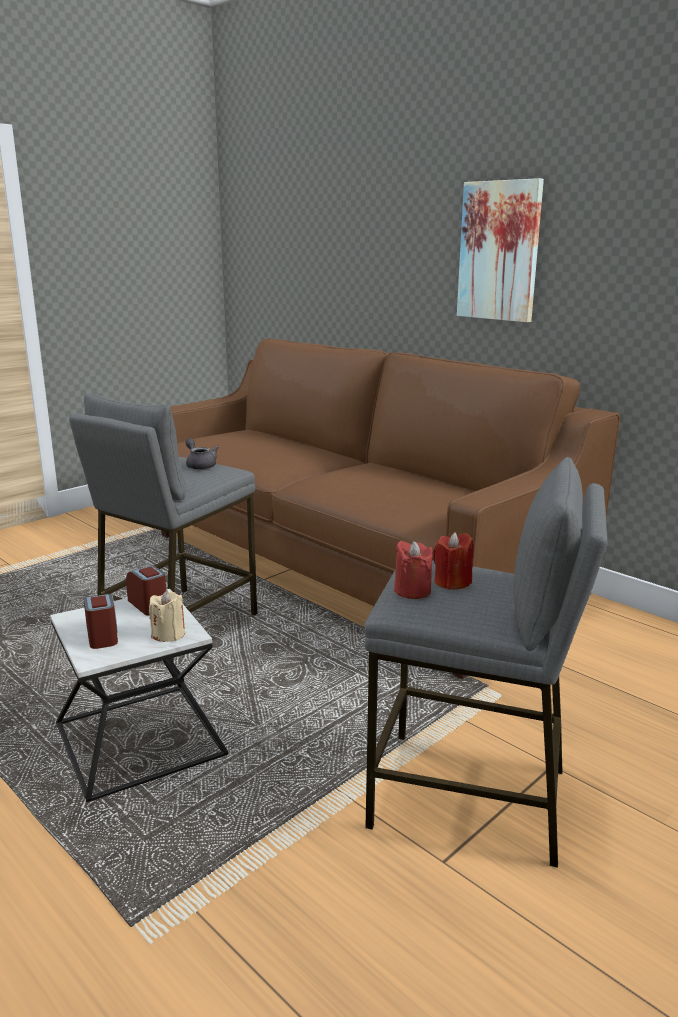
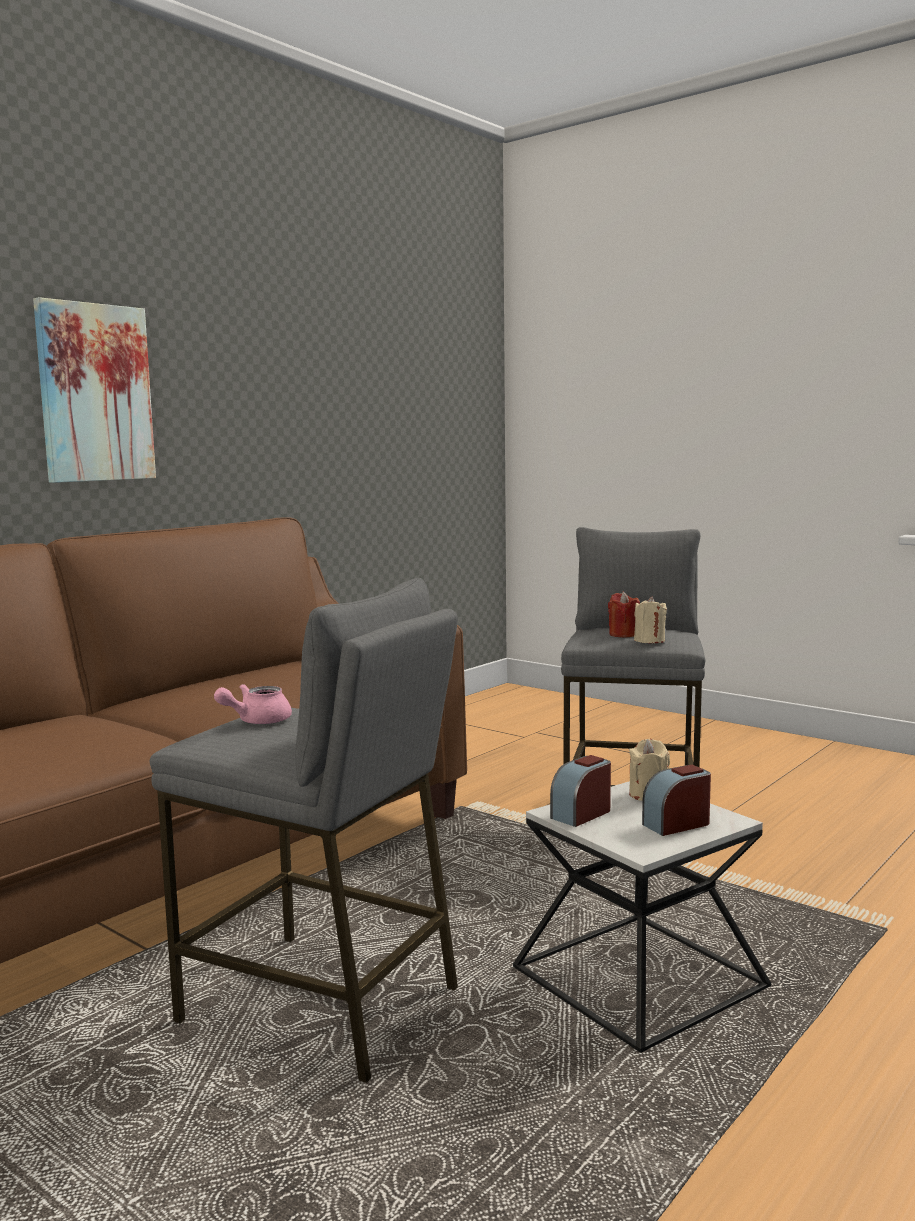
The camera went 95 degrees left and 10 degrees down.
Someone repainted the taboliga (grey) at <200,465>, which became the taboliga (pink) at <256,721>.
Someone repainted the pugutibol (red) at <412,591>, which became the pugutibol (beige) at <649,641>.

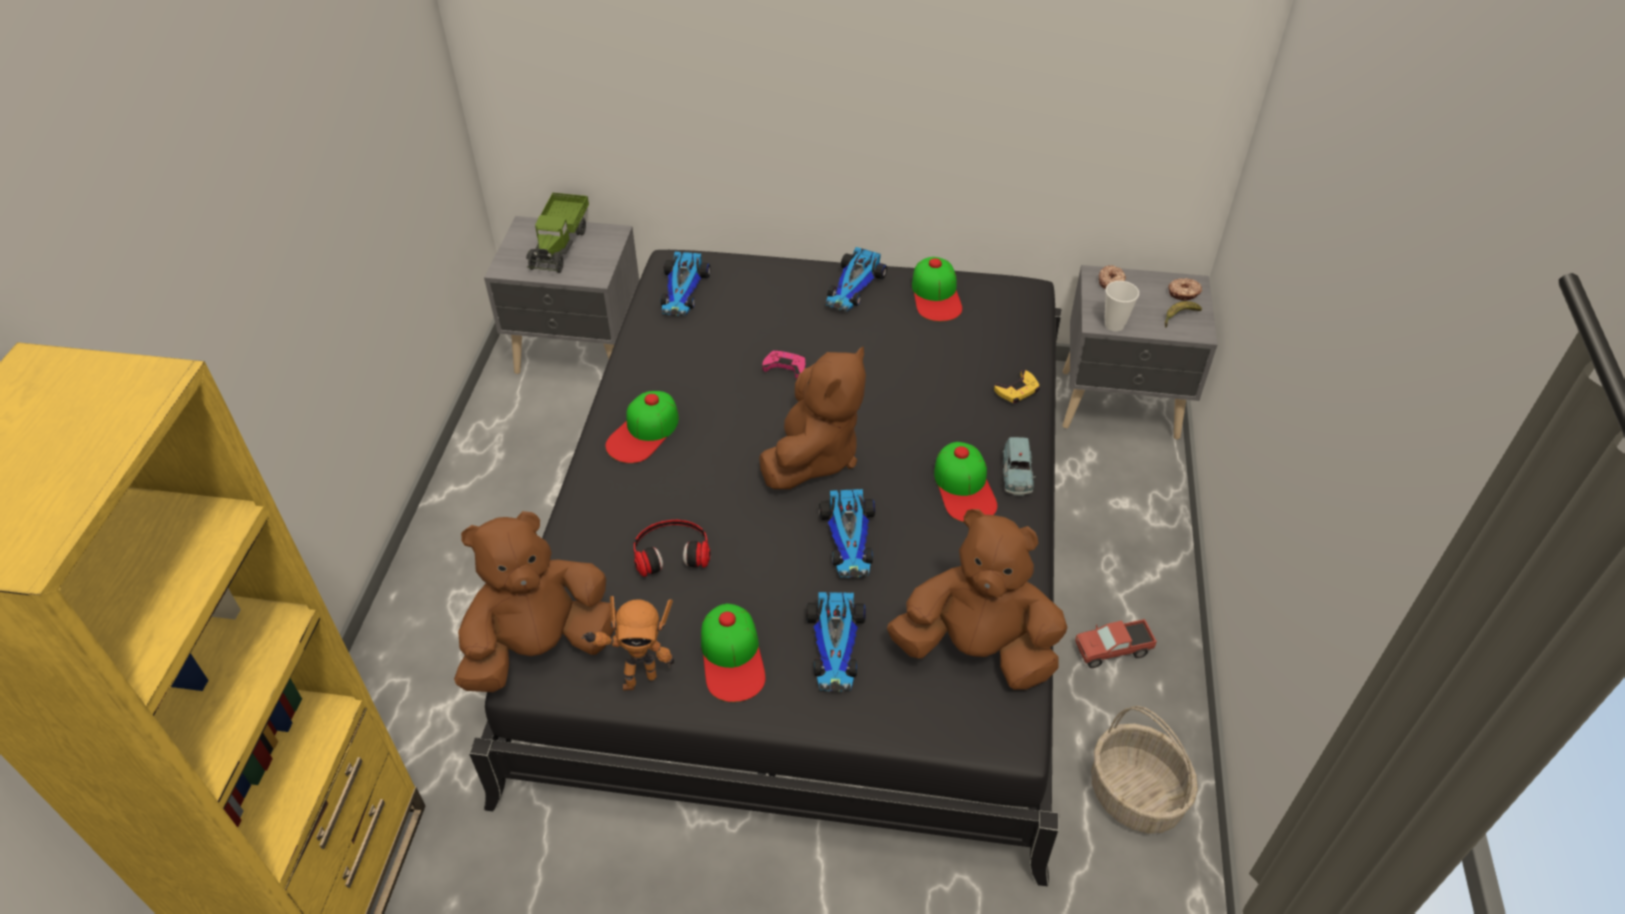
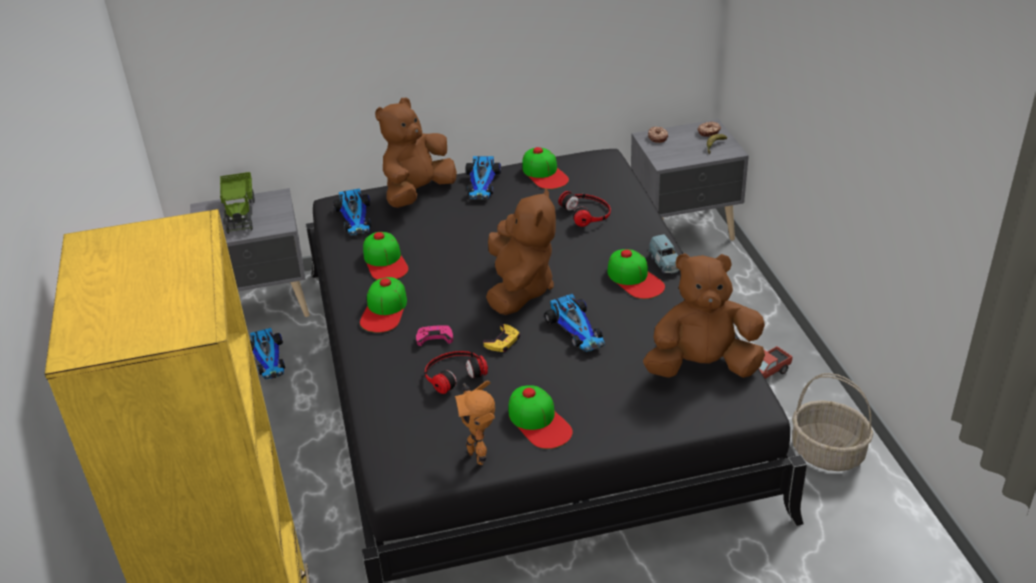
The camera went 20 degrees left and 10 degrees down.
Someone took away the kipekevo at <1114,325>.
Someone carried the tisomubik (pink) from <785,366> to <434,337>.
Someone carried the tisomubik (yellow) from <1017,390> to <503,341>.
Someone carried the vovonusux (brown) from <540,648> to <417,193>.
Someone carried the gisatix from <836,646> to <269,359>.
Someone rotated the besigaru at <637,678> by 105 degrees clockwise.
Someone put down the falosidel at <587,212>.
Someone put down the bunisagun at <385,261>.

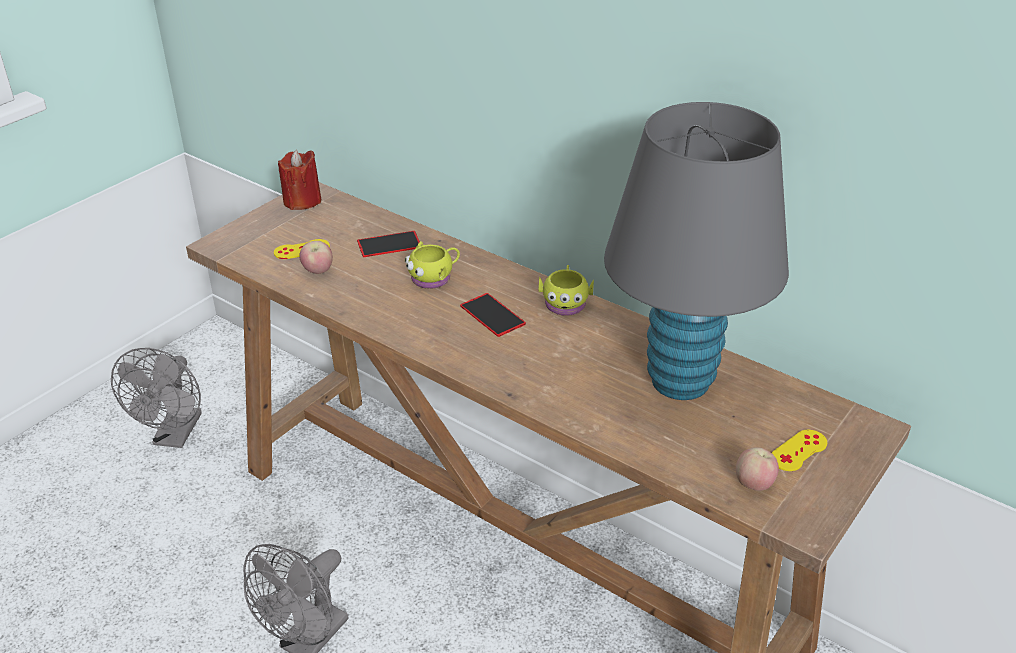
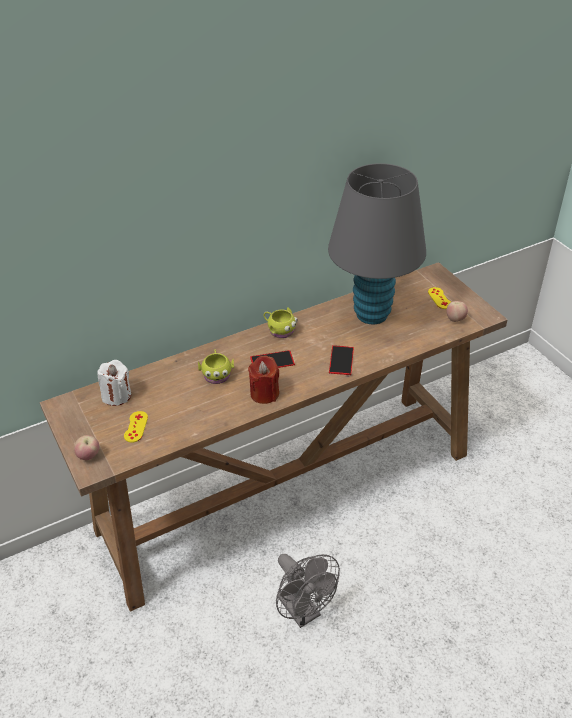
The camera went 65 degrees left and 5 degrees up.
Someone carried the pugutibol (red) from <302,201> to <264,393>.
Someone carried the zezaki from <389,244> to <341,360>.
Someone carried the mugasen from <318,271> to <88,456>.
Someone took away the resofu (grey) at <175,436>.
Someone put down the pugutibol (white) at <116,396>.

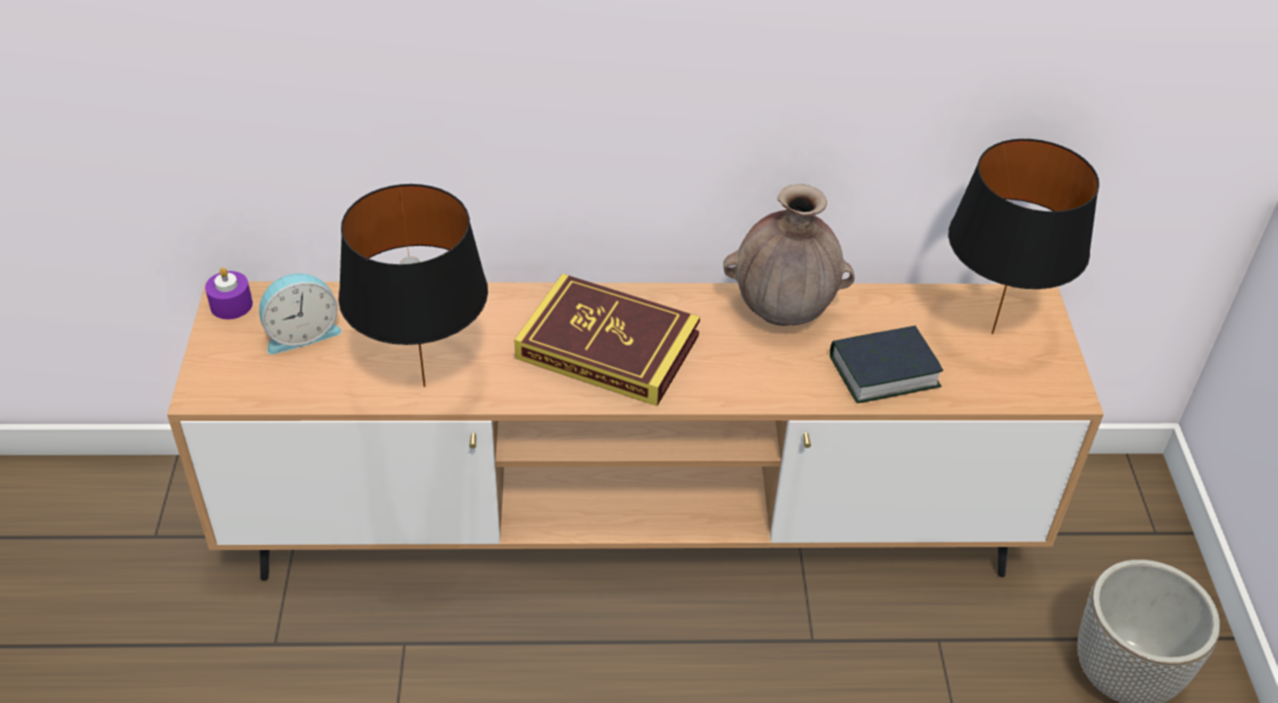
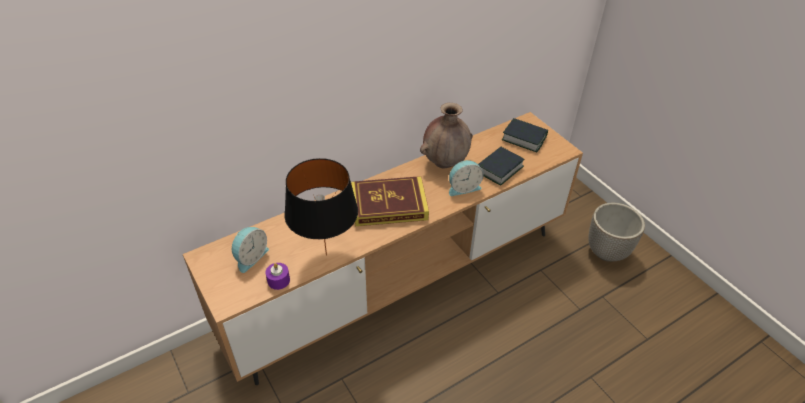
The camera went 30 degrees left and 0 degrees up.
Someone swapped the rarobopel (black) at <993,332> for the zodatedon at <524,138>.
Someone carried the pugutibol (purple) from <231,305> to <278,280>.
Someone put down the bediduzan at <463,187>.

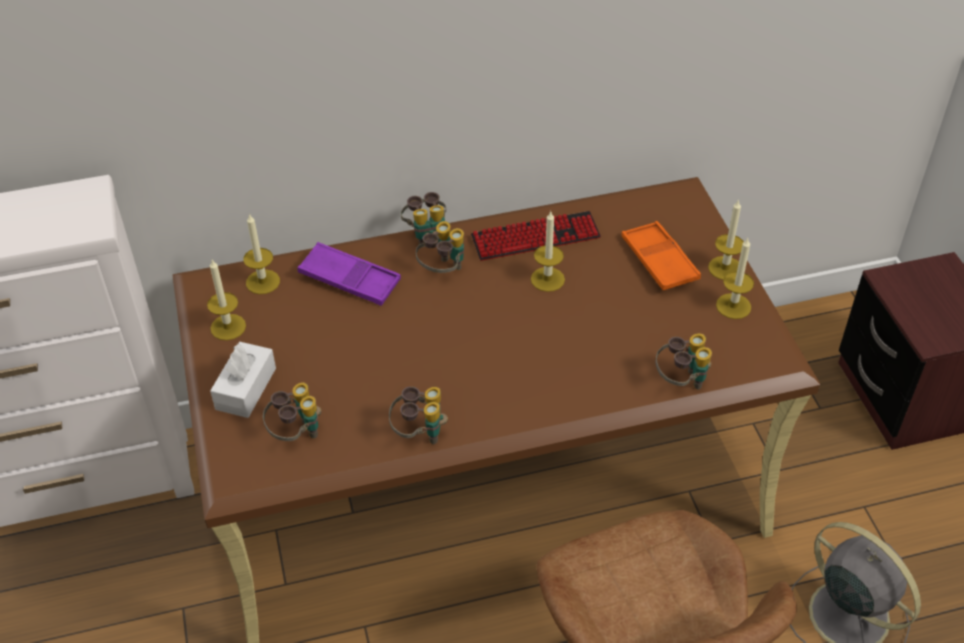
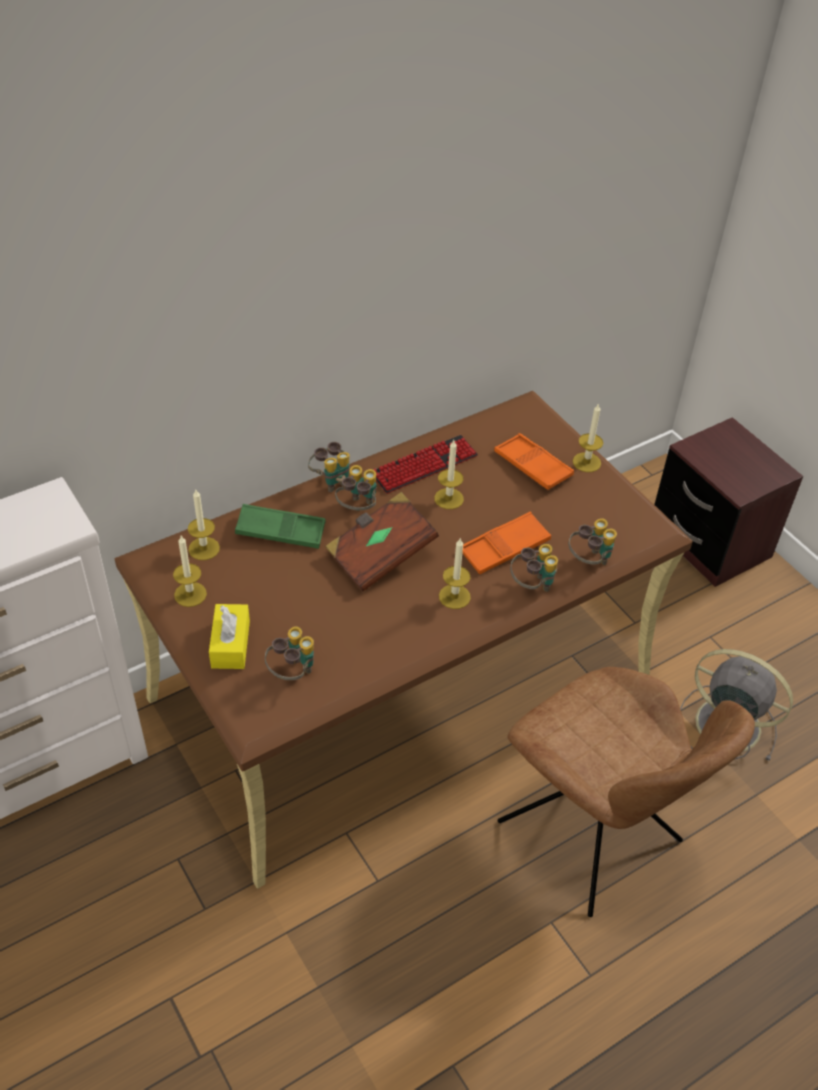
The camera went 20 degrees left and 0 degrees up.
Someone carried the pugutibol from <733,306> to <454,596>.
Someone repainted the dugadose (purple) at <350,279>, which became the dugadose (green) at <280,531>.
Someone repainted the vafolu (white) at <246,388>, which became the vafolu (yellow) at <230,644>.
Someone carried the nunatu from <419,433> to <532,585>.
Someone put down the zodatedon (brown) at <380,555>.
Someone put down the dugadose (orange) at <504,548>.

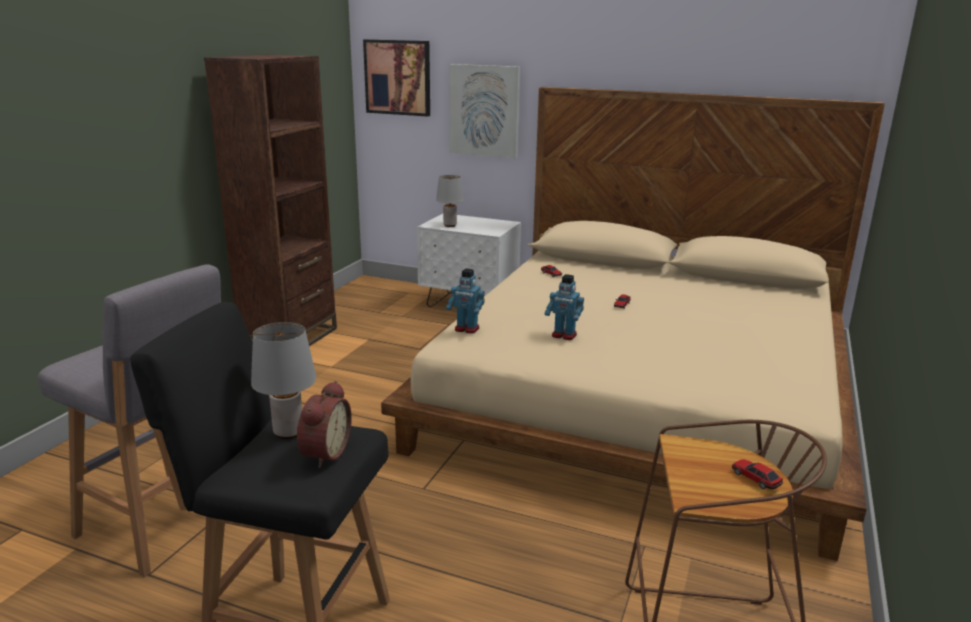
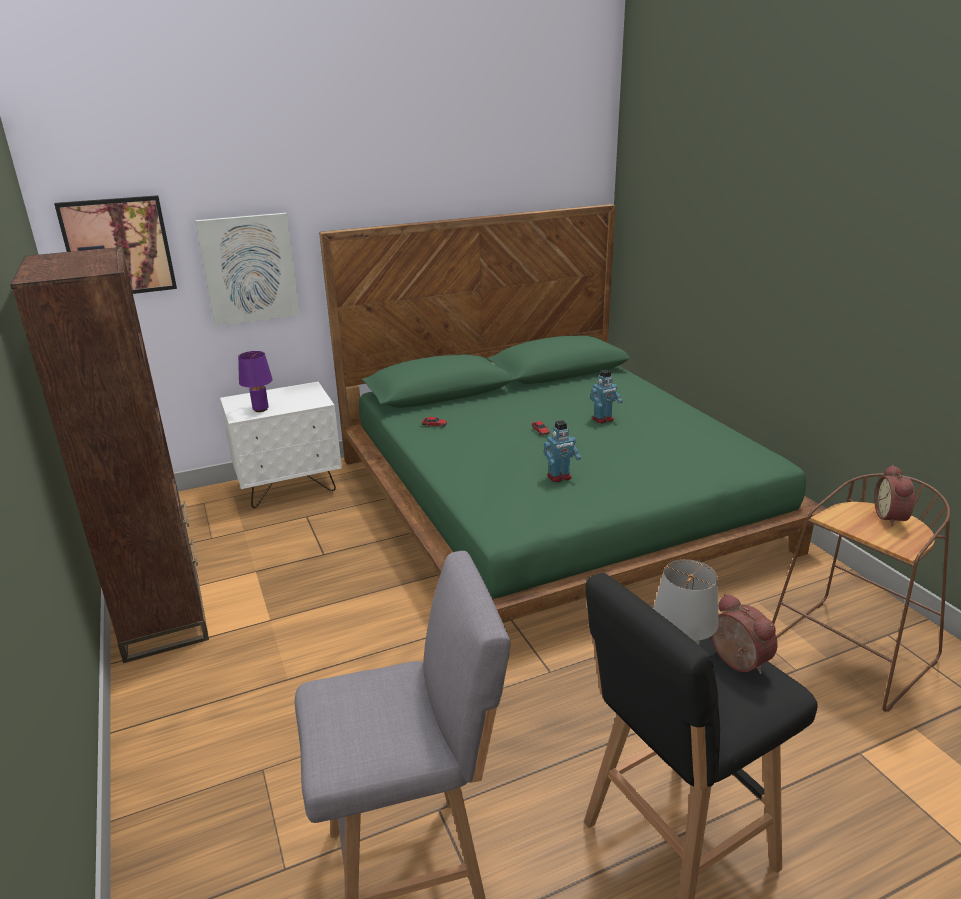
The camera went 45 degrees left and 5 degrees up.
Someone repainted the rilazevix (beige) at <641,394>, which became the rilazevix (green) at <553,502>.
Someone repainted the rarobopel (grey) at <449,225>, which became the rarobopel (purple) at <260,409>.
Someone carried the besigaru from <466,329> to <603,419>.
Someone swapped the gisatix at <755,479> for the bediduzan at <892,517>.

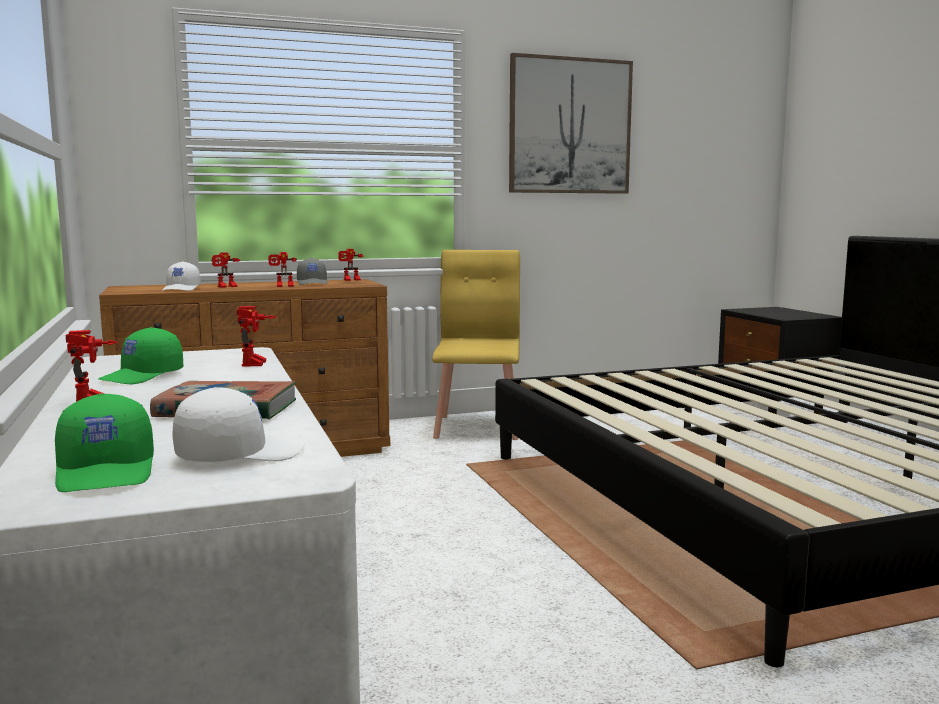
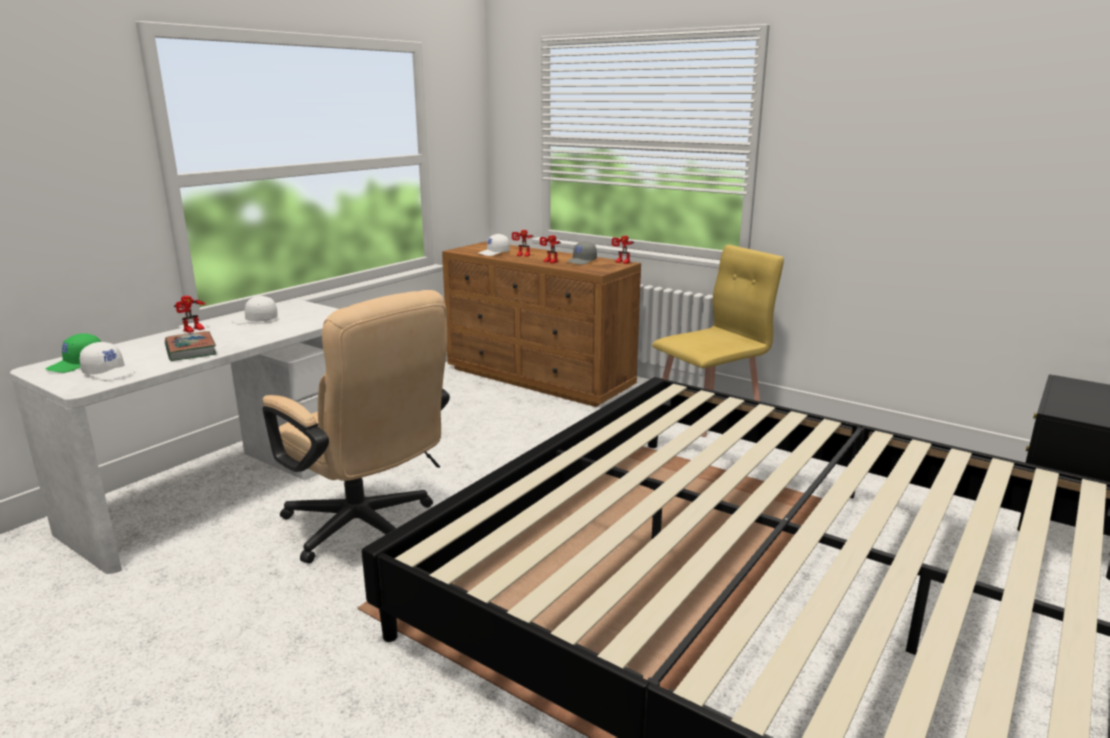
The camera went 55 degrees right and 10 degrees up.
Someone took away the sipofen at <570,126>.
Someone took away the besigaru at <258,364>.
Someone repainted the bunisagun (green) at <143,376>, which became the bunisagun (white) at <255,320>.
Someone put down the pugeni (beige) at <367,530>.

